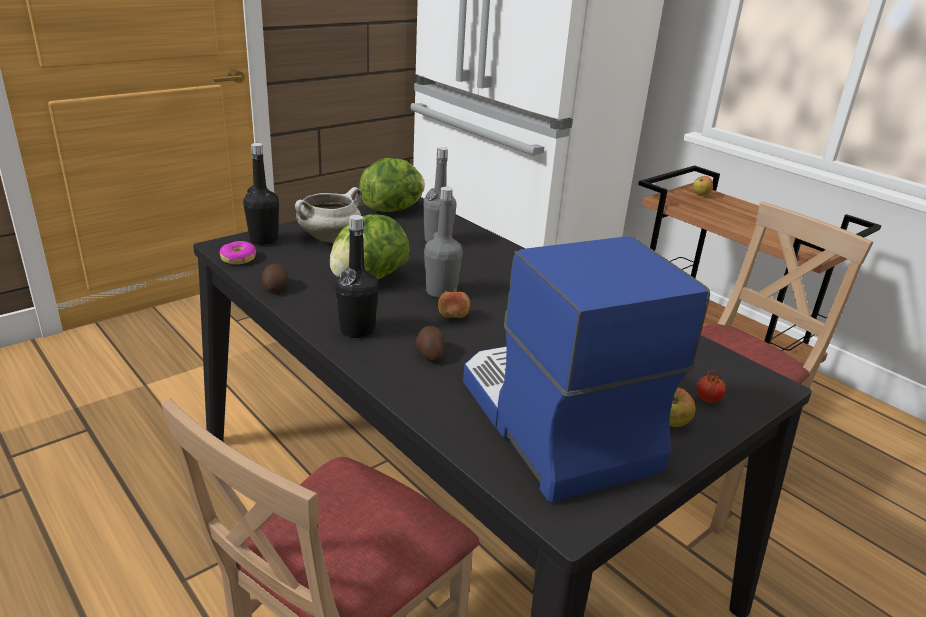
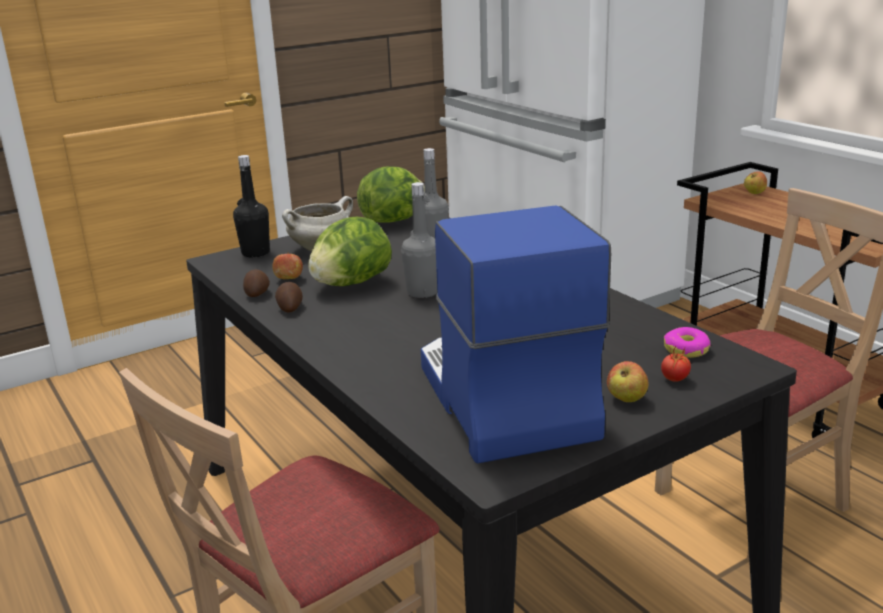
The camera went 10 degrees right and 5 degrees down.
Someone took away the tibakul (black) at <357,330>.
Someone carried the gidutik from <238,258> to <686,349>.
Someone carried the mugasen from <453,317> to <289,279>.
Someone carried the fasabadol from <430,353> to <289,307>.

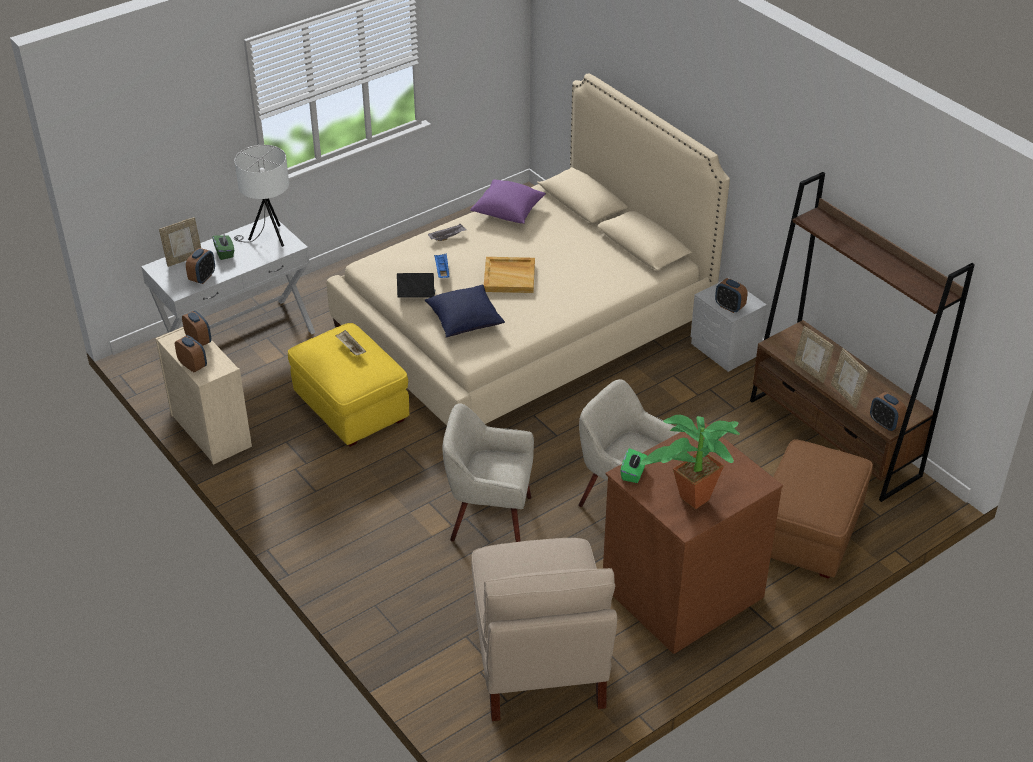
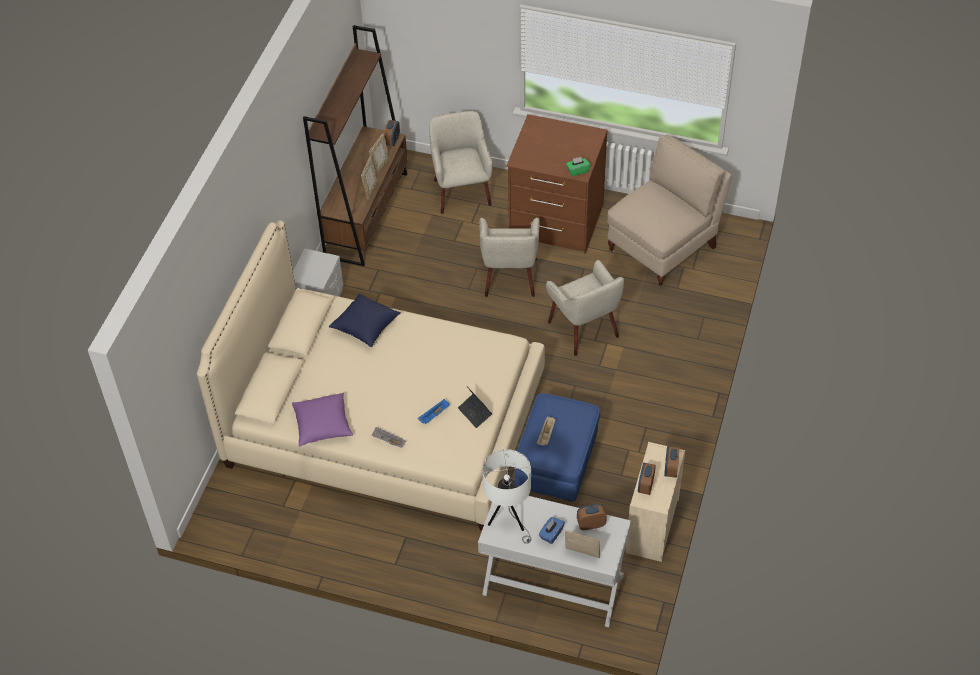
The camera went 125 degrees left and 10 degrees up.
Someone repainted the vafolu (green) at <225,253>, which became the vafolu (blue) at <551,534>.
Someone took away the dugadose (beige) at <510,277>.
Someone took away the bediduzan at <729,307>.
Someone carried the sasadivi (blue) from <464,321> to <366,327>.
Someone repainted the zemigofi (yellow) at <351,408>, which became the zemigofi (blue) at <557,462>.
Someone took away the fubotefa at <688,500>.
Someone swapped the zemigofi (brown) at <808,532> for the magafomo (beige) at <461,192>.

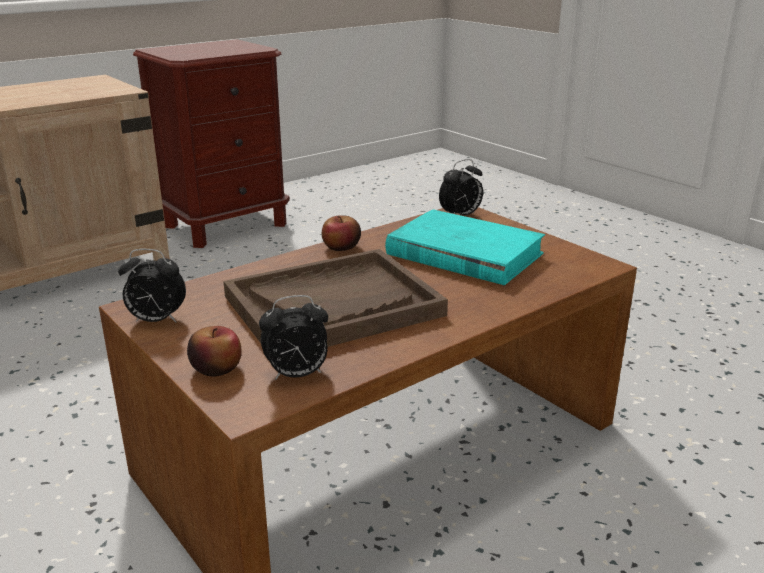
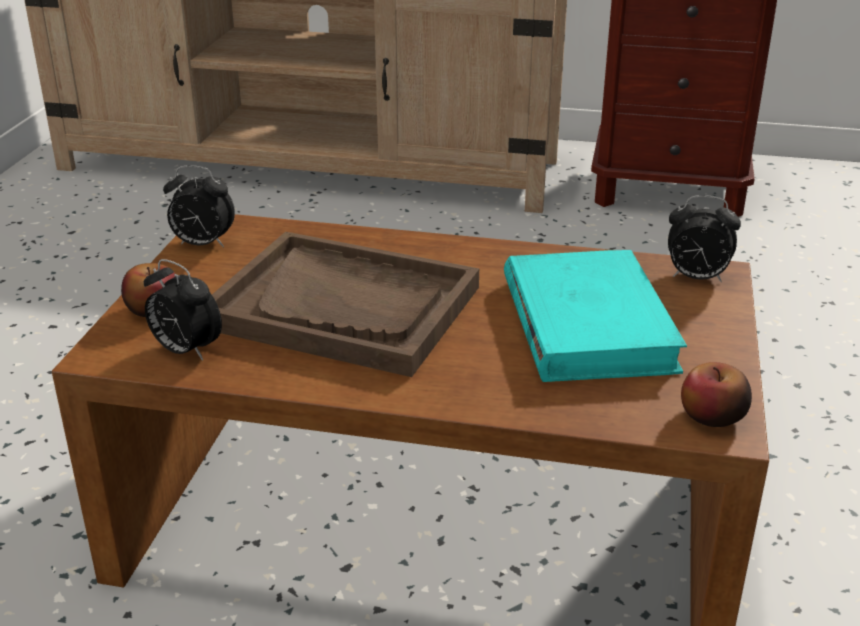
The camera went 50 degrees right and 5 degrees up.
Someone carried the mugasen from <341,247> to <712,417>.
Someone rotated the bediduzan at <156,321> by 45 degrees counterclockwise.

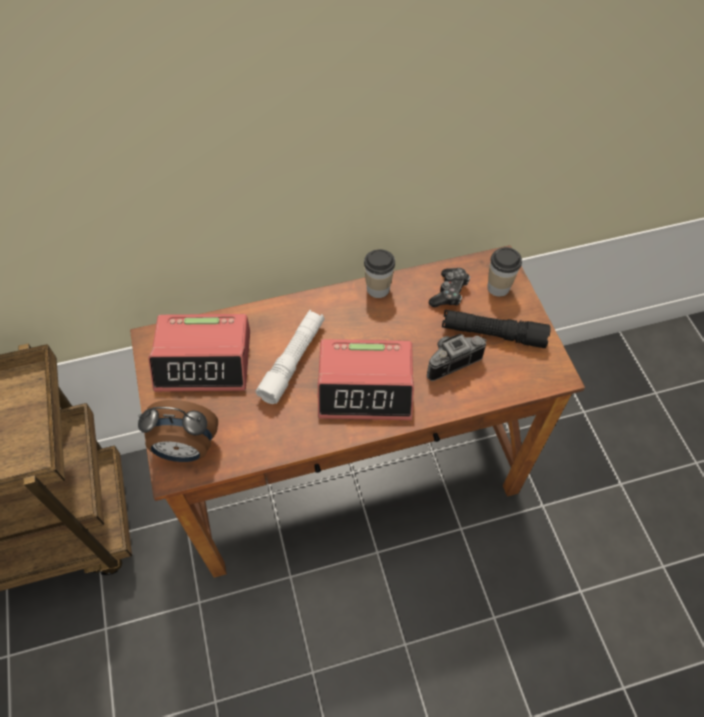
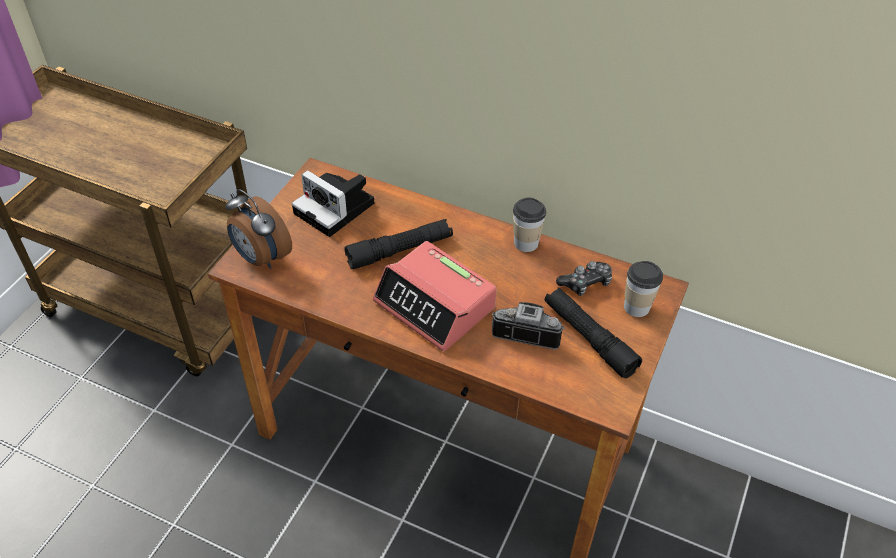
The camera went 40 degrees right and 10 degrees down.
Someone repainted the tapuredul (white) at <293,361>, which became the tapuredul (black) at <400,250>.
Someone swapped the bediduzan at <204,360> for the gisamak at <337,209>.

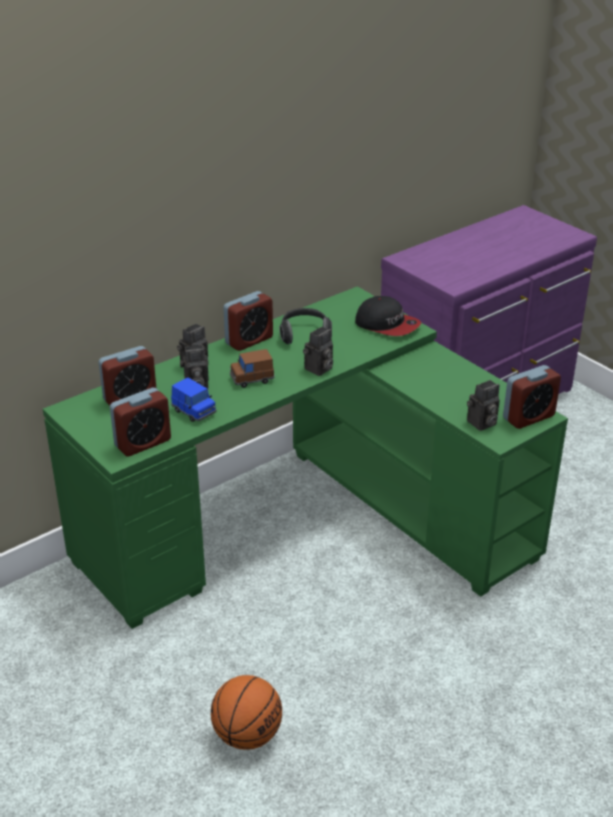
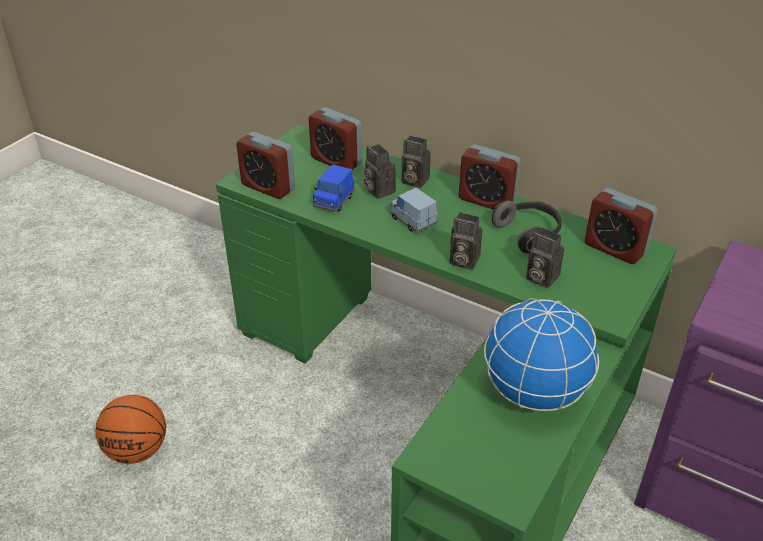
The camera went 70 degrees right and 5 degrees up.
Someone took away the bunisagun at <387,325>.
Someone repainted the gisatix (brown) at <252,379>, which became the gisatix (blue) at <413,220>.
Someone carried the bediduzan from <528,417> to <614,248>.
Someone carried the gisamak from <481,424> to <540,277>.
Someone put down the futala at <535,392>.

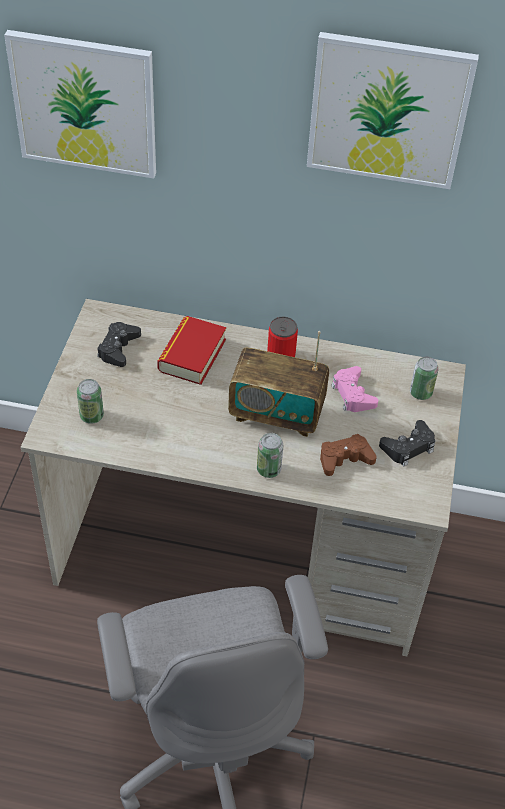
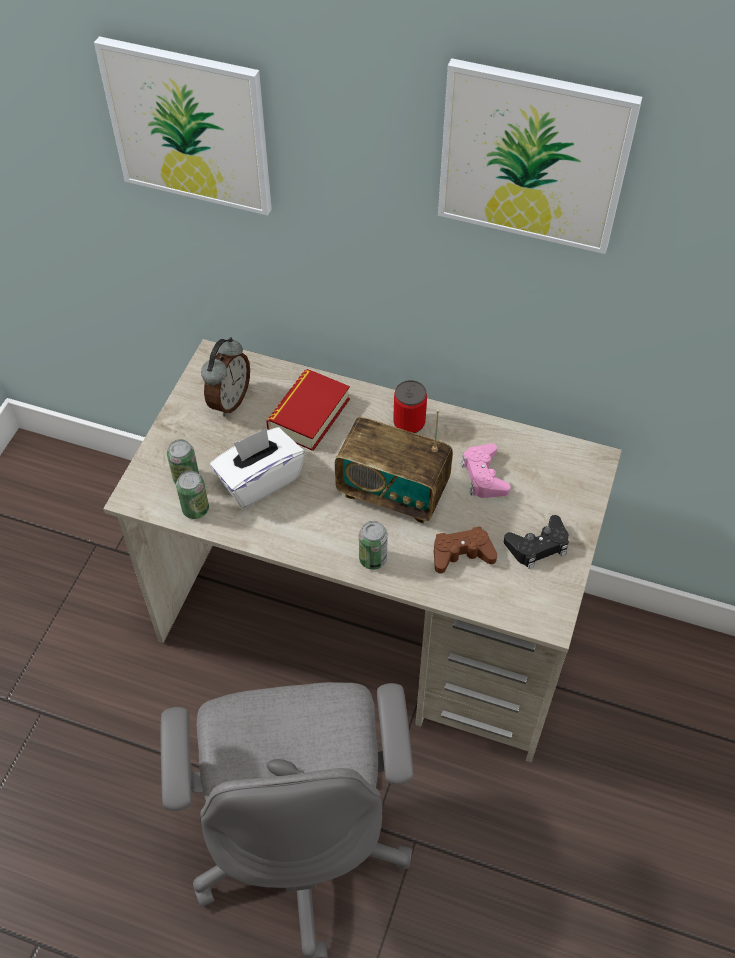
The camera went 10 degrees right and 5 degrees up.
Someone swapped the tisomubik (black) at <118,348> for the bediduzan at <228,400>.
Someone carried the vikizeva from <420,393> to <195,509>.
Someone put down the vafolu (white) at <259,480>.

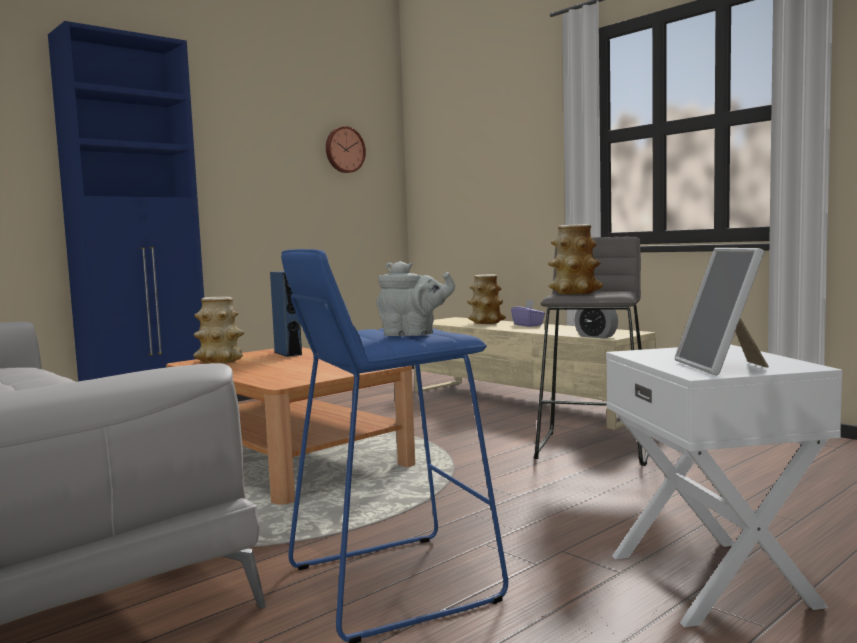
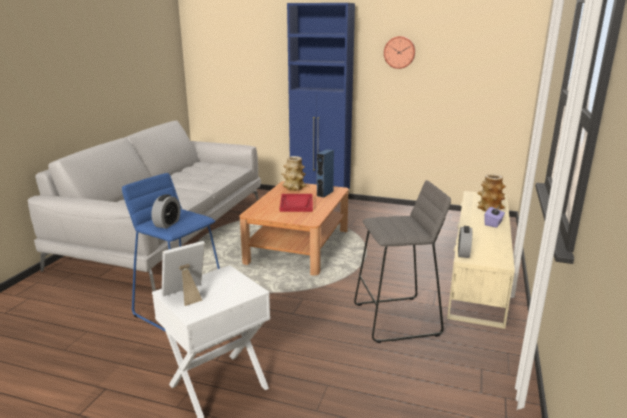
The camera went 60 degrees right and 15 degrees up.
Someone carried the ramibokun from <344,150> to <399,52>.
Someone took away the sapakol at <574,293>.
Someone swapped the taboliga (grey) at <413,335> for the bediduzan at <167,224>.
Someone put down the dugadose (red) at <296,204>.

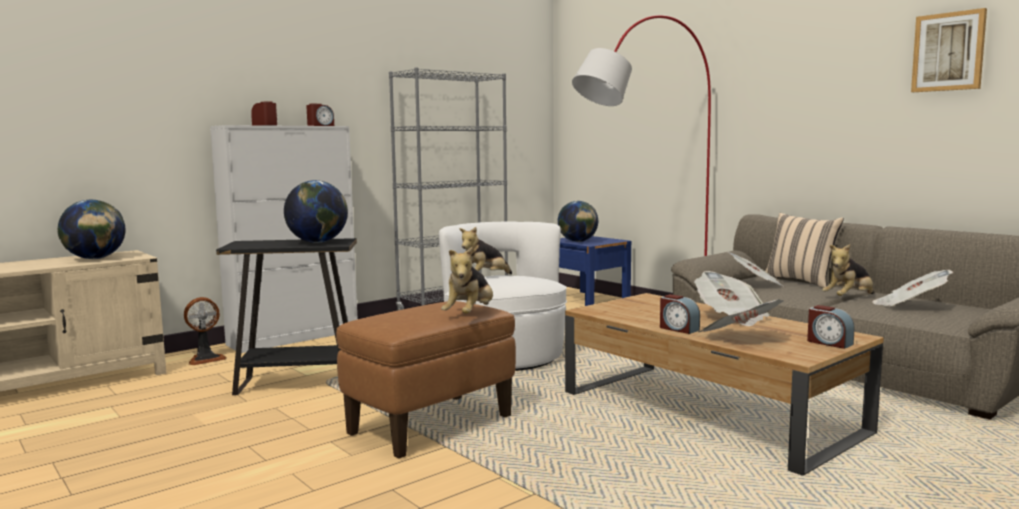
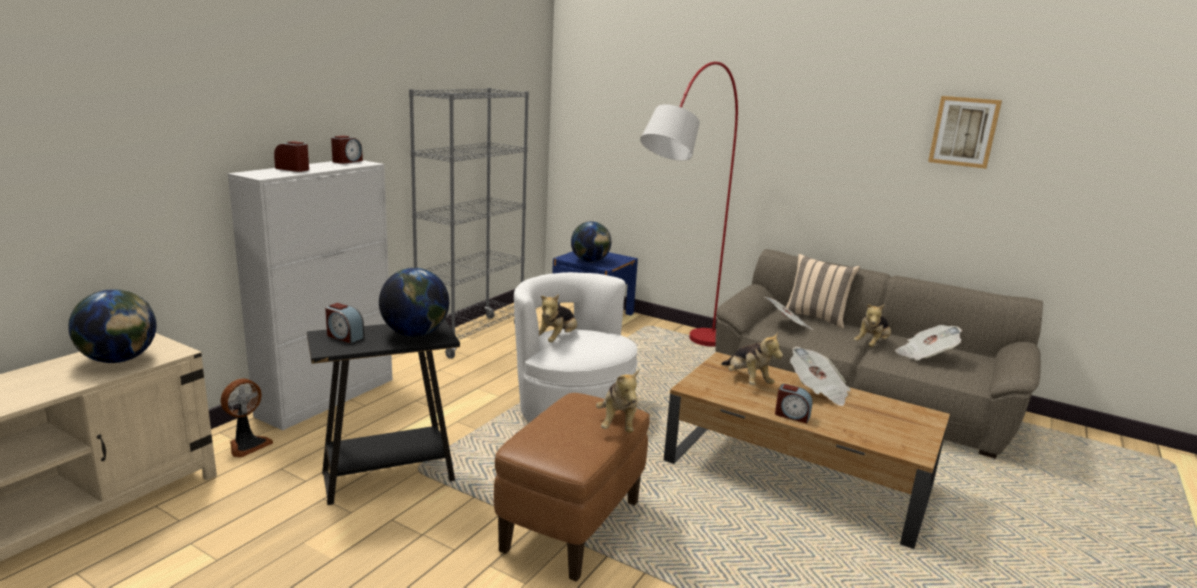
The camera went 20 degrees left and 10 degrees up.
Someone took away the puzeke at <739,338>.
Someone carried the bediduzan from <829,343> to <344,336>.
Someone put down the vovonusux at <747,380>.

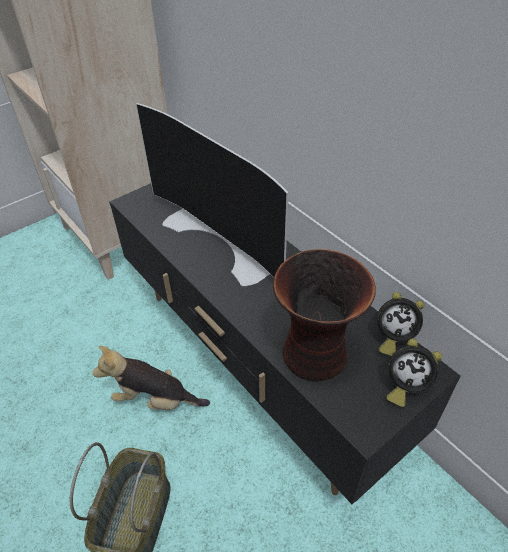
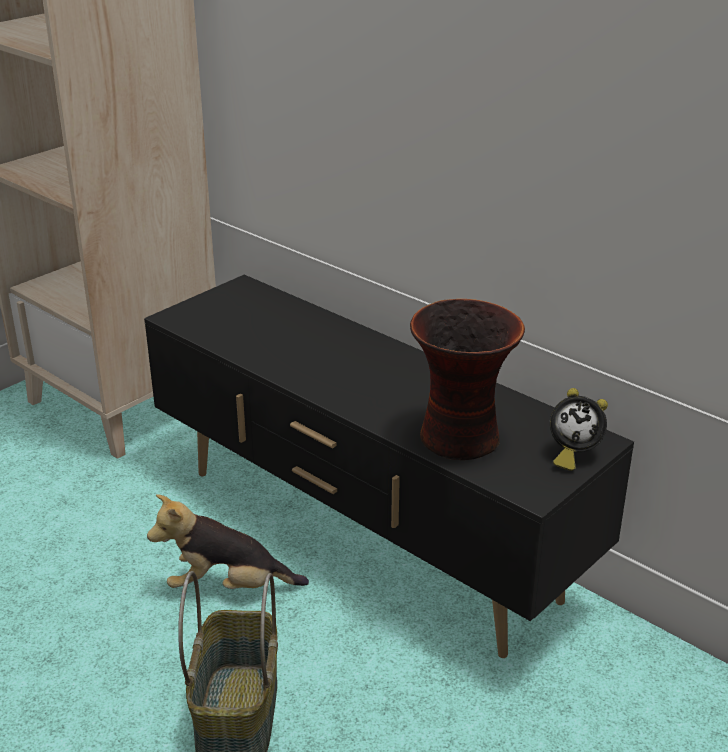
The camera went 10 degrees left and 15 degrees down.
Someone took away the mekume at <224,239>.
Someone took away the bediduzan at <392,338>.

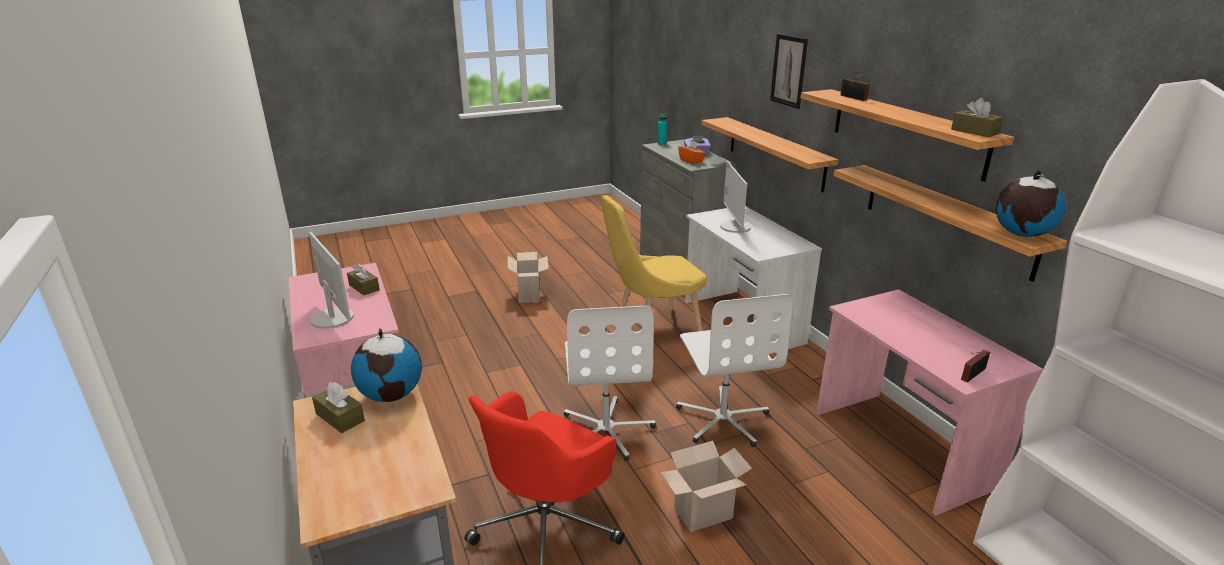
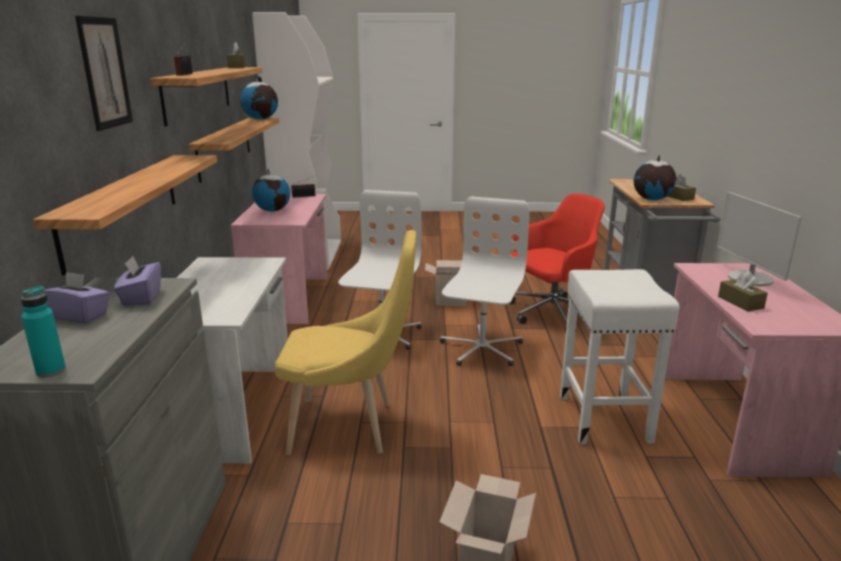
The camera went 155 degrees left and 5 degrees down.
Someone repainted the vafolu (orange) at <691,161>, which became the vafolu (purple) at <141,298>.
Someone took away the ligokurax at <735,227>.
Someone put down the futala at <273,210>.
Someone put down the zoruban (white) at <603,417>.

